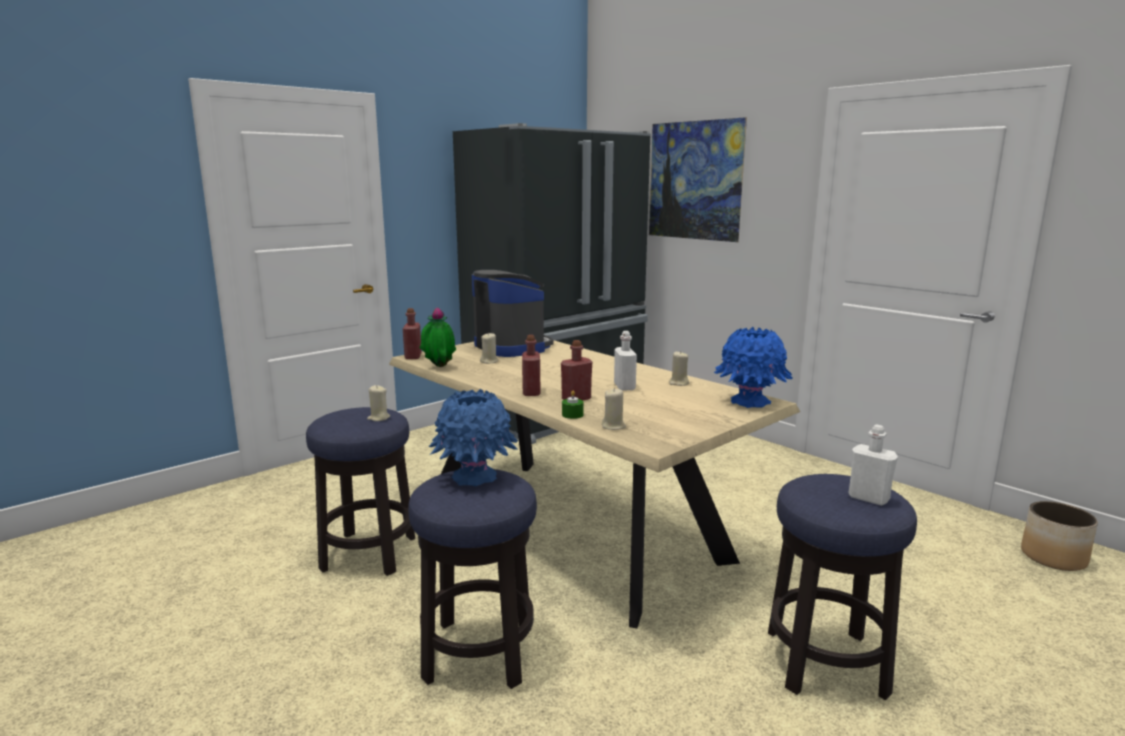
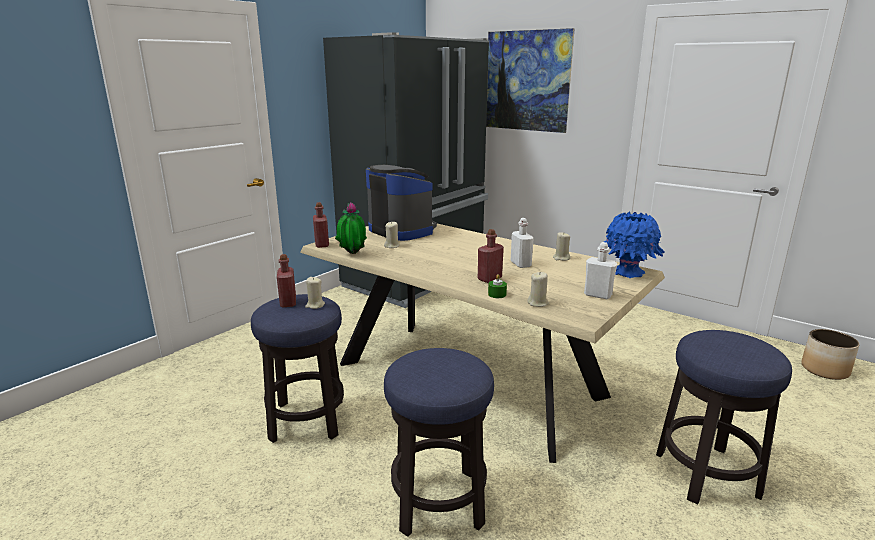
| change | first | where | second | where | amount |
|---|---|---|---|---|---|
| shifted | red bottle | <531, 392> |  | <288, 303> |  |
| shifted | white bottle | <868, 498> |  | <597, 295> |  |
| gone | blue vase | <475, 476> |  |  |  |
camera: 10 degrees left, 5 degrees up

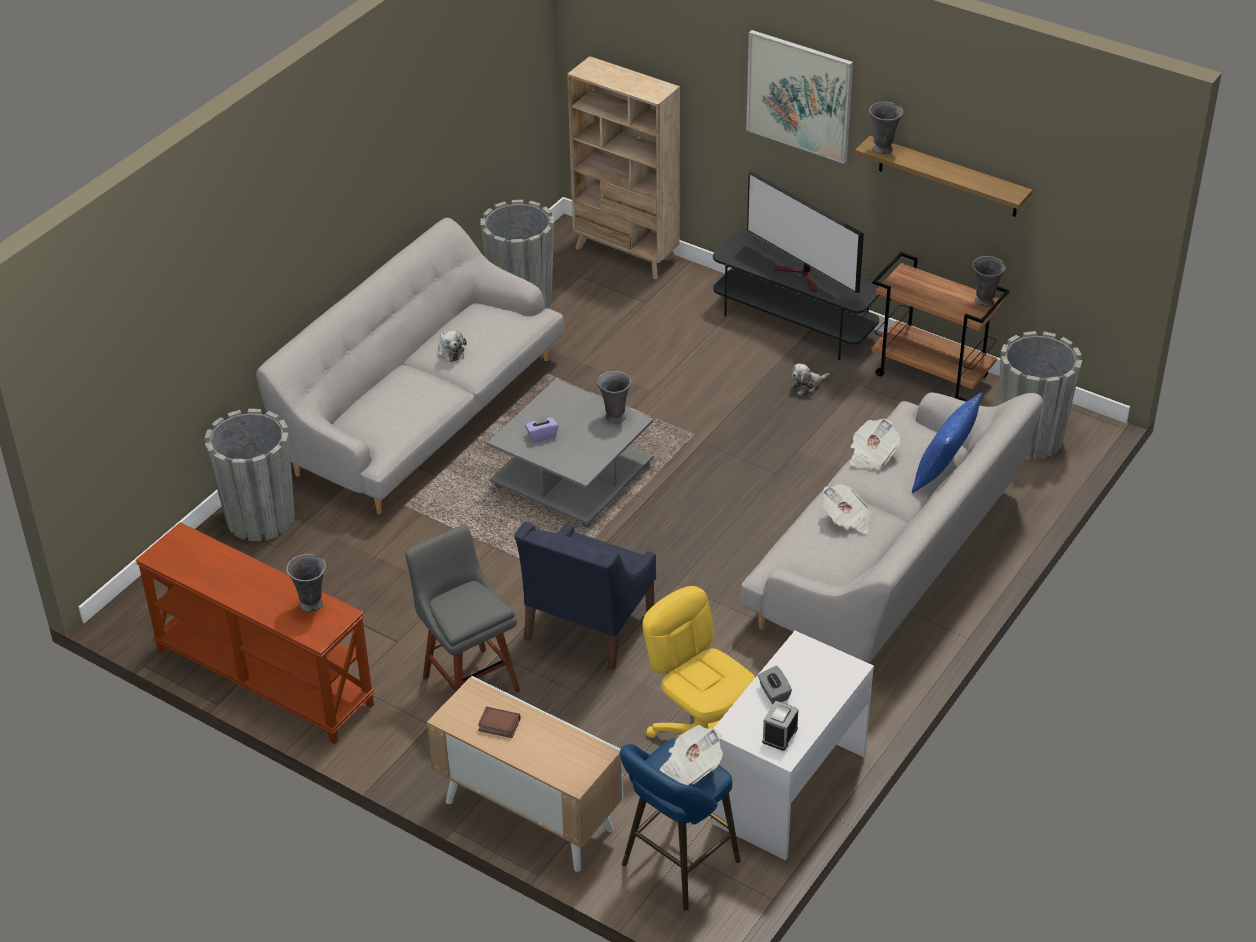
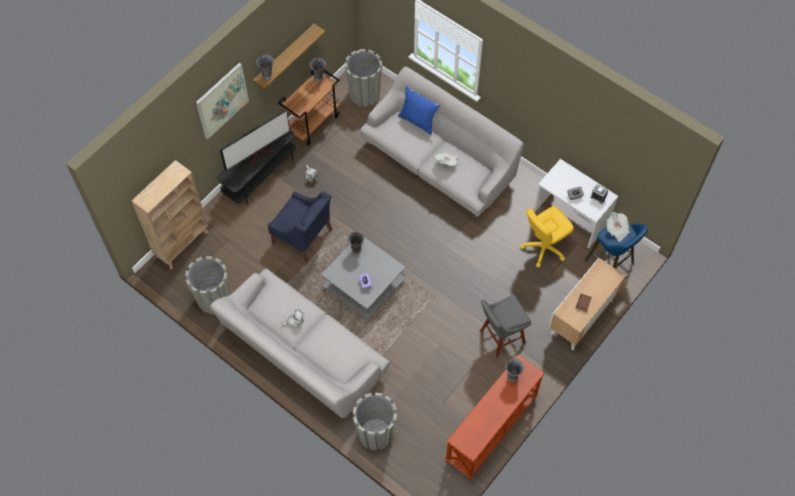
| change | first | where | second | where | amount |
|---|---|---|---|---|---|
| shifted | blue armchair | <588, 625> |  | <303, 236> |  |
| gone | newspaper | <872, 455> |  |  |  |
camera: 85 degrees left, 20 degrees up

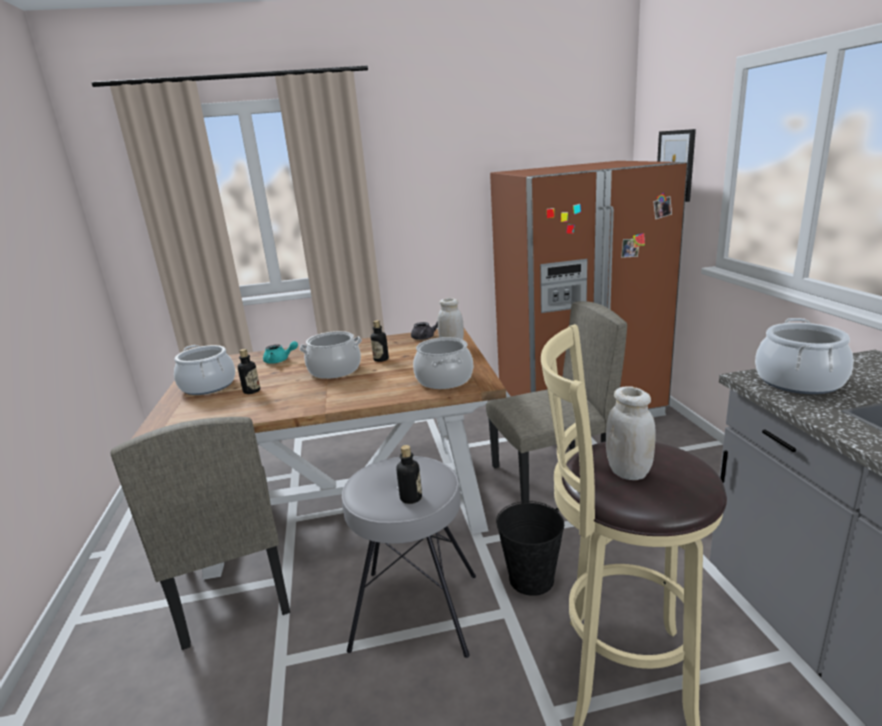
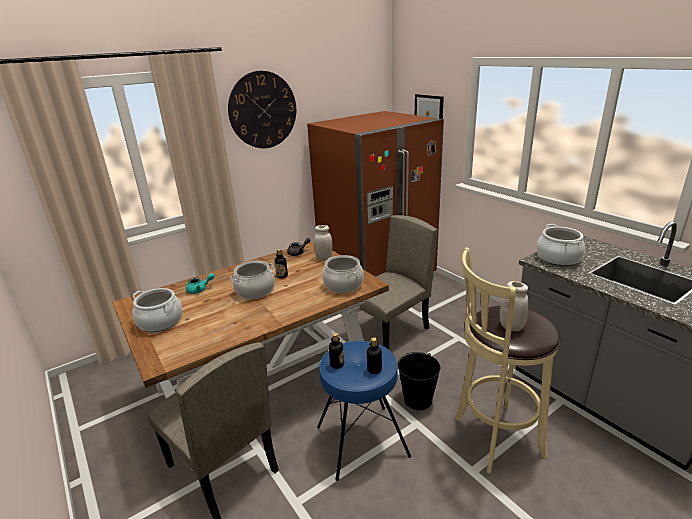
| change | first | where | second | where | amount |
|---|---|---|---|---|---|
| new |  |  | wall clock | <263, 110> |  |
| repainted | grey stool | <415, 610> | blue stool | <361, 440> |  |
| shifted | bottle | <252, 391> |  | <337, 364> |  |
camera: 25 degrees left, 5 degrees up

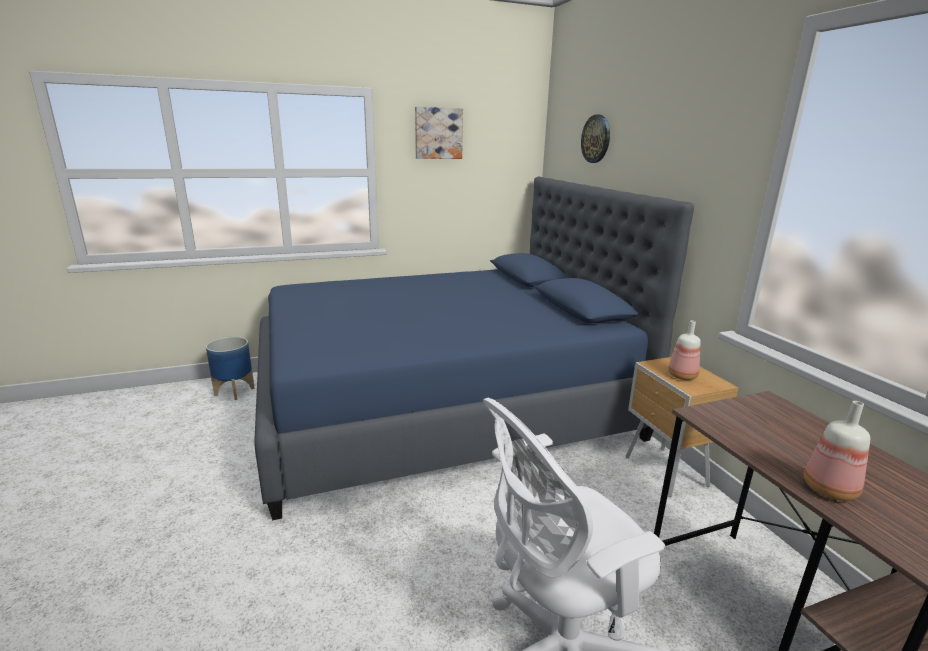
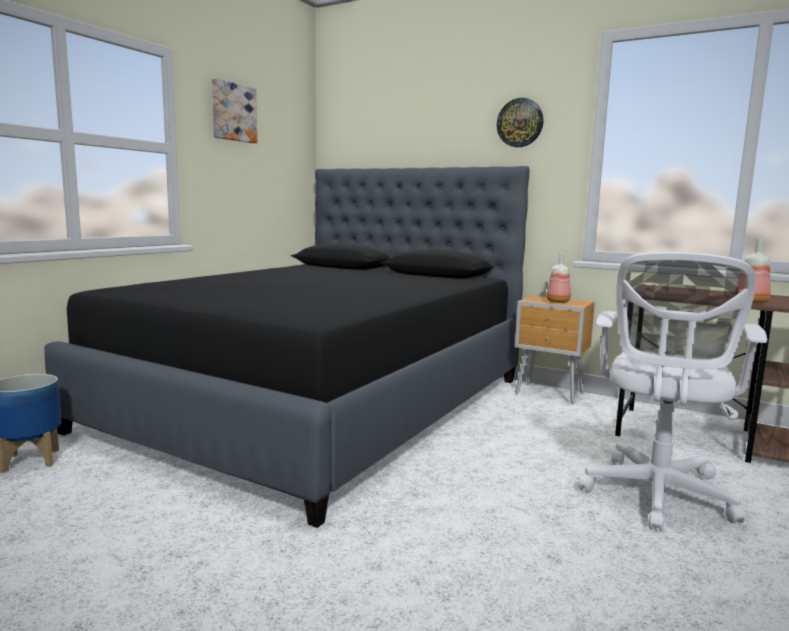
| change | first | where | second | where | amount |
|---|---|---|---|---|---|
| repainted | blue bed | <441, 404> | black bed | <321, 403> |  |
| shifted | wall clock | <596, 139> |  | <520, 123> |  |
camera: 40 degrees left, 10 degrees down

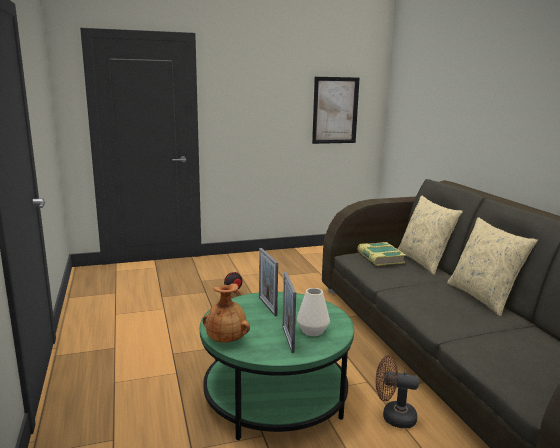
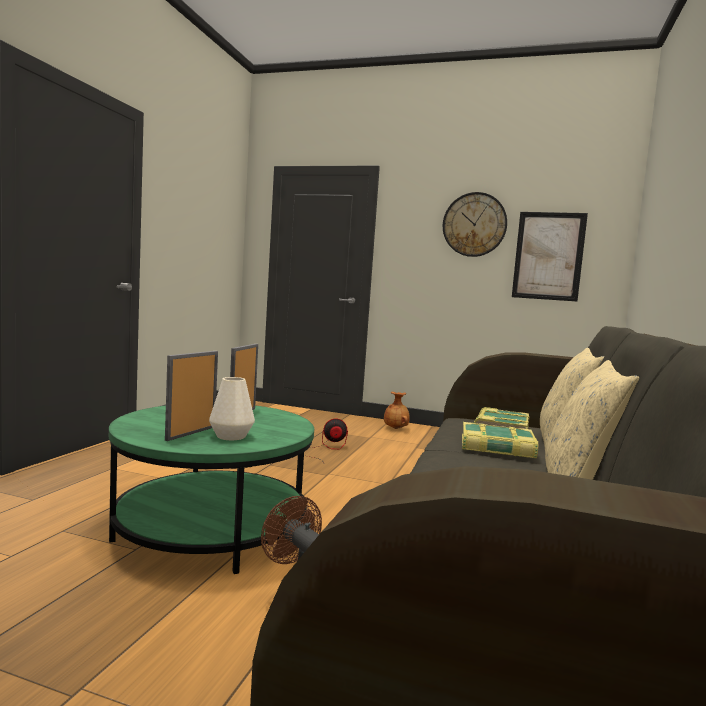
| change | first | where | second | where | amount |
|---|---|---|---|---|---|
| shifted | brown vase | <226, 340> |  | <396, 428> |  |
| new |  |  | wall clock | <474, 224> |  |
| new |  |  | book | <497, 447> |  |
camera: 35 degrees right, 10 degrees down

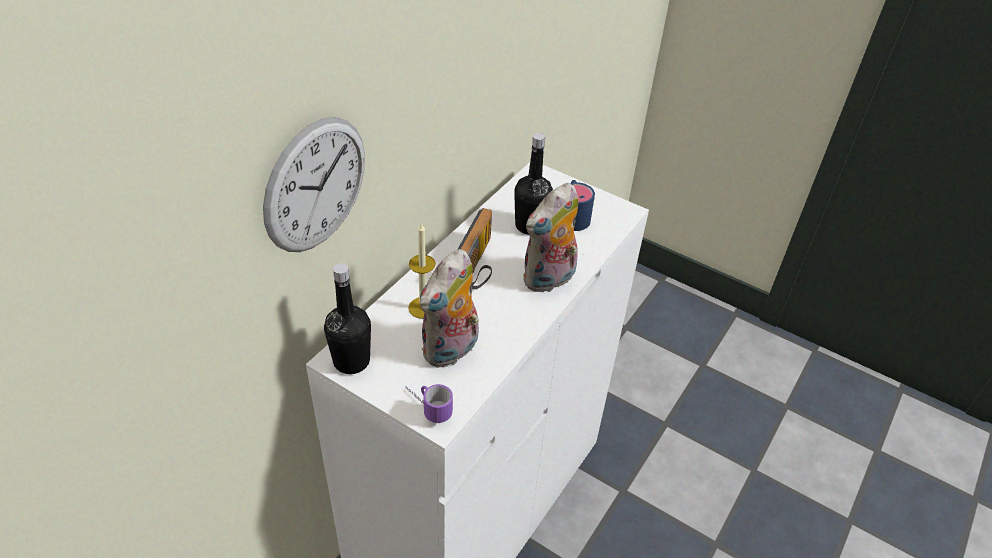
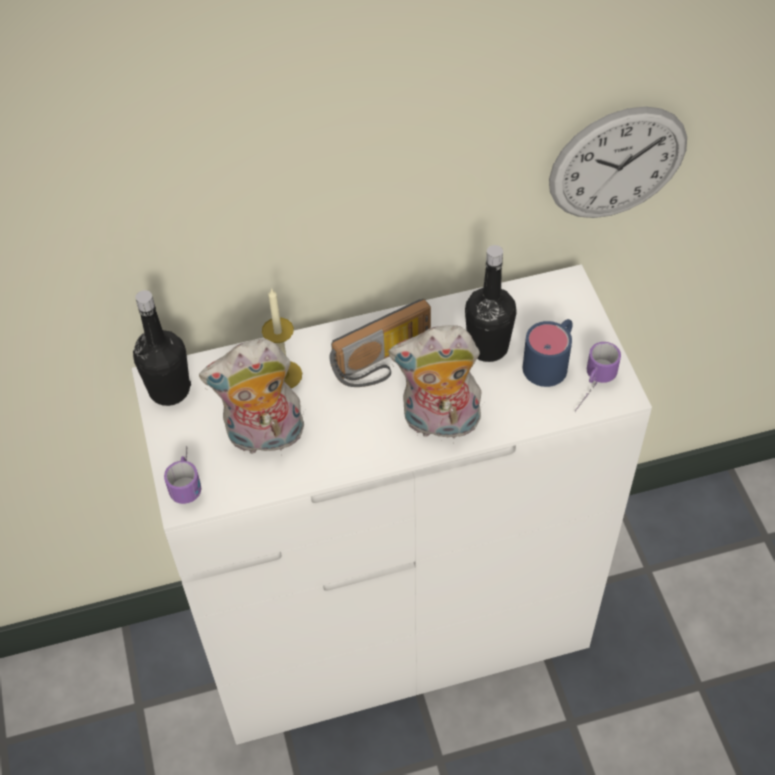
| change | first | where | second | where | amount |
|---|---|---|---|---|---|
| shifted | wall clock | <316, 185> |  | <617, 163> |  |
| new |  |  | mug | <591, 389> |  |
camera: 45 degrees right, 10 degrees up

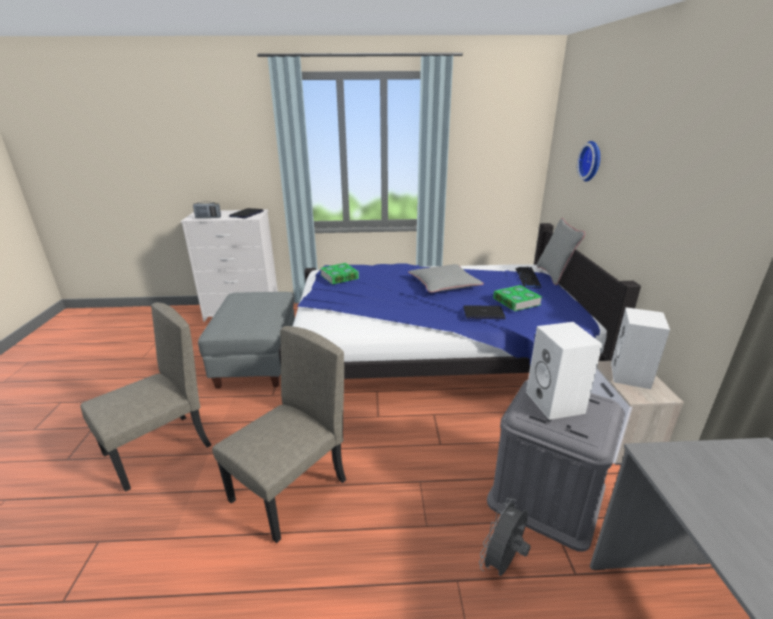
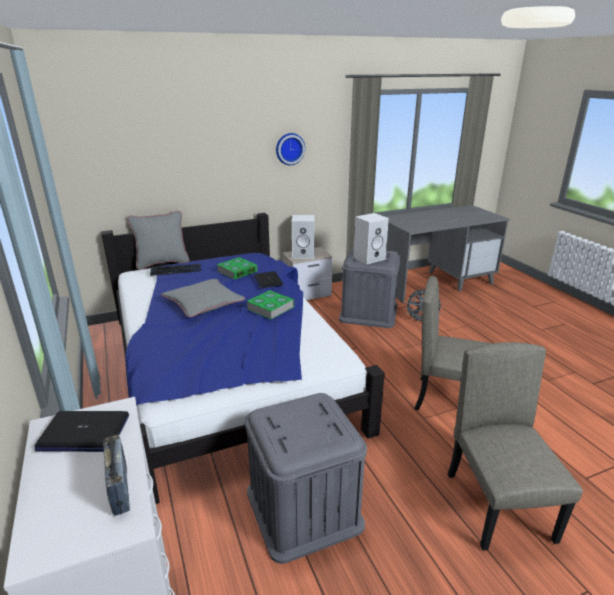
| change | first | where | second | where | amount |
|---|---|---|---|---|---|
| swapped | grey ottoman | <258, 360> | grey storage box | <303, 508> |  |
| shifted | book | <339, 277> |  | <270, 308> |  |
| shifted | wall clock | <592, 161> |  | <289, 148> |  |
| rotated | beige chair | <158, 450> |  | <499, 506> | 60 degrees clockwise |
camera: 110 degrees left, 0 degrees up

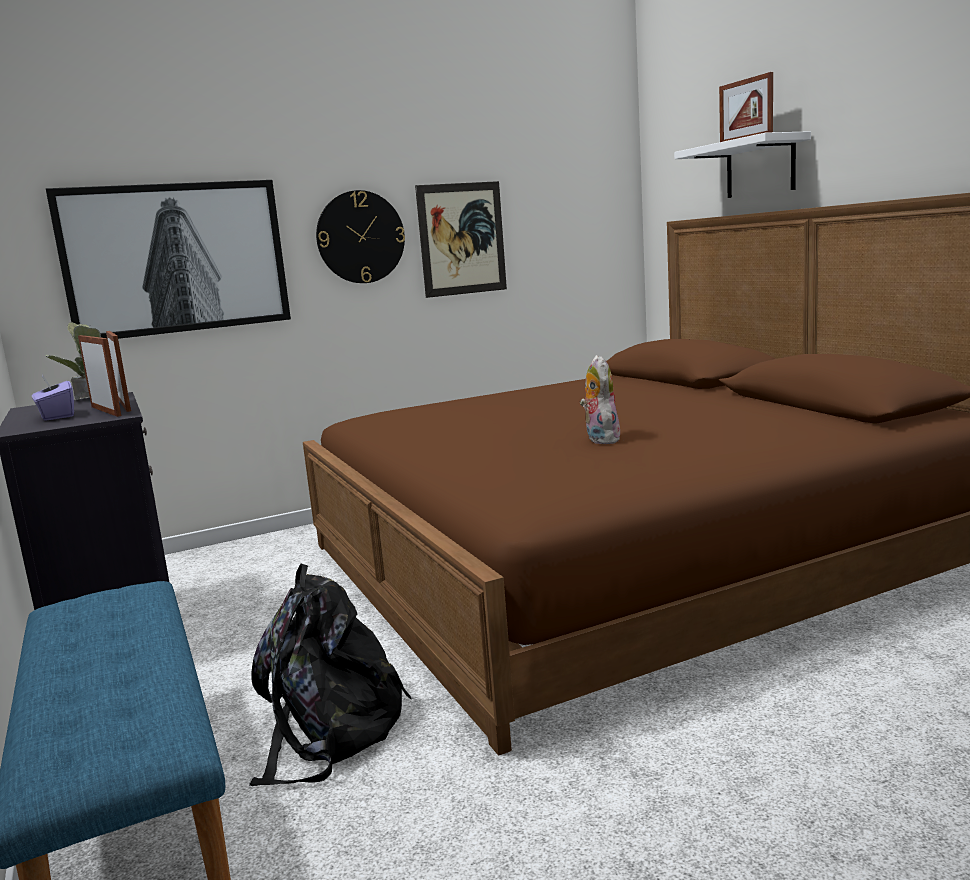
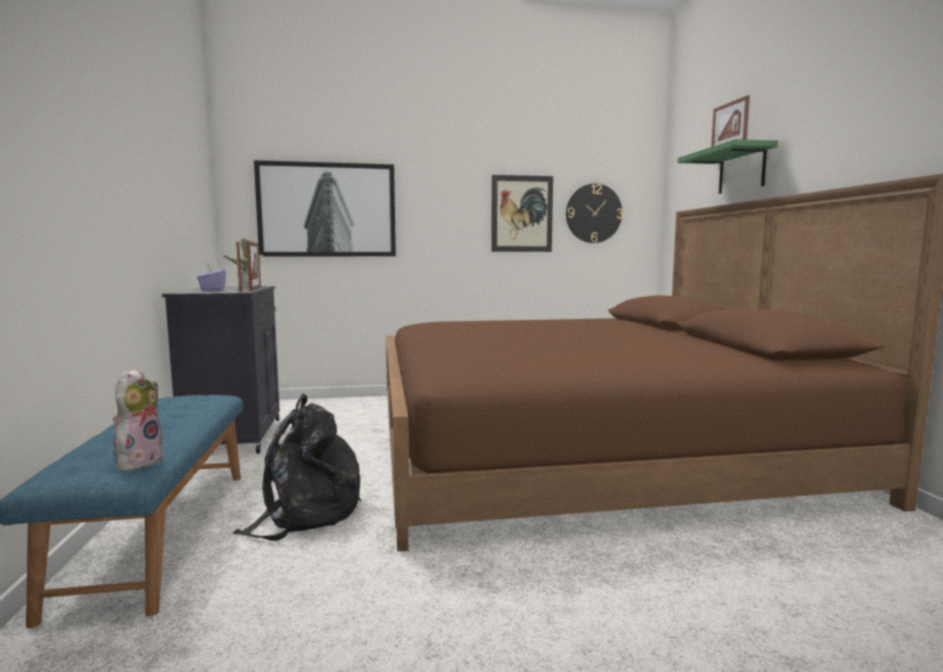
| change | first | where | second | where | amount |
|---|---|---|---|---|---|
| shifted | plush toy | <600, 439> |  | <138, 461> |  |
| shifted | wall clock | <360, 237> |  | <593, 213> |  |
| repainted | white shelf | <760, 167> | green shelf | <742, 170> |  |
camera: 15 degrees right, 5 degrees down

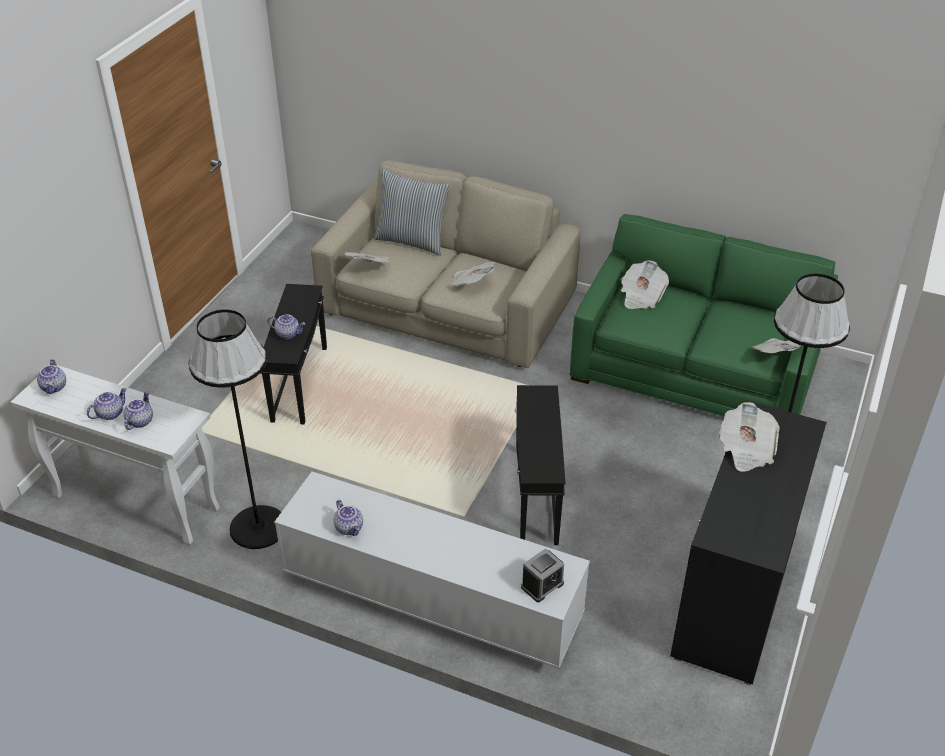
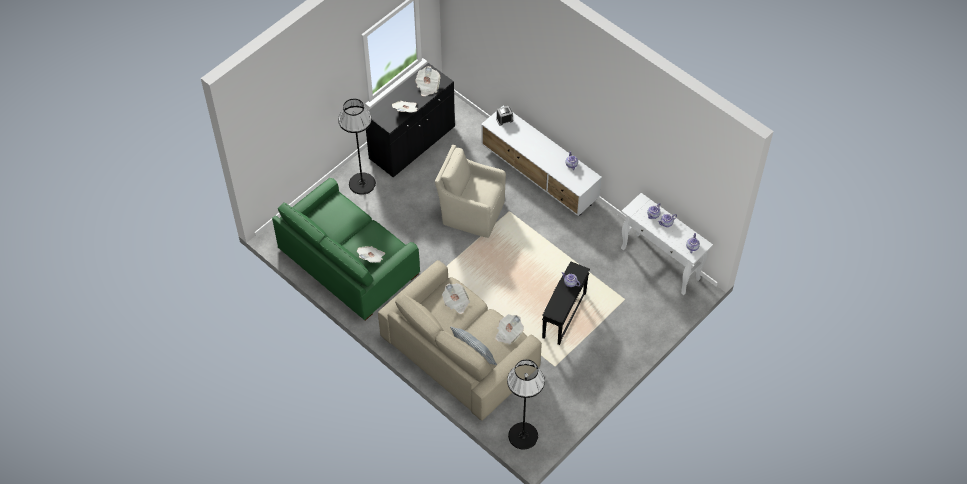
| change | first | where | second | where | amount |
|---|---|---|---|---|---|
| shifted | newspaper | <776, 355> |  | <427, 86> |  |
| swapped | black side table | <535, 495> | beige armchair | <471, 212> |  |
| shifted | black floor lamp | <258, 526> |  | <523, 436> |  |
camera: 160 degrees left, 15 degrees up

